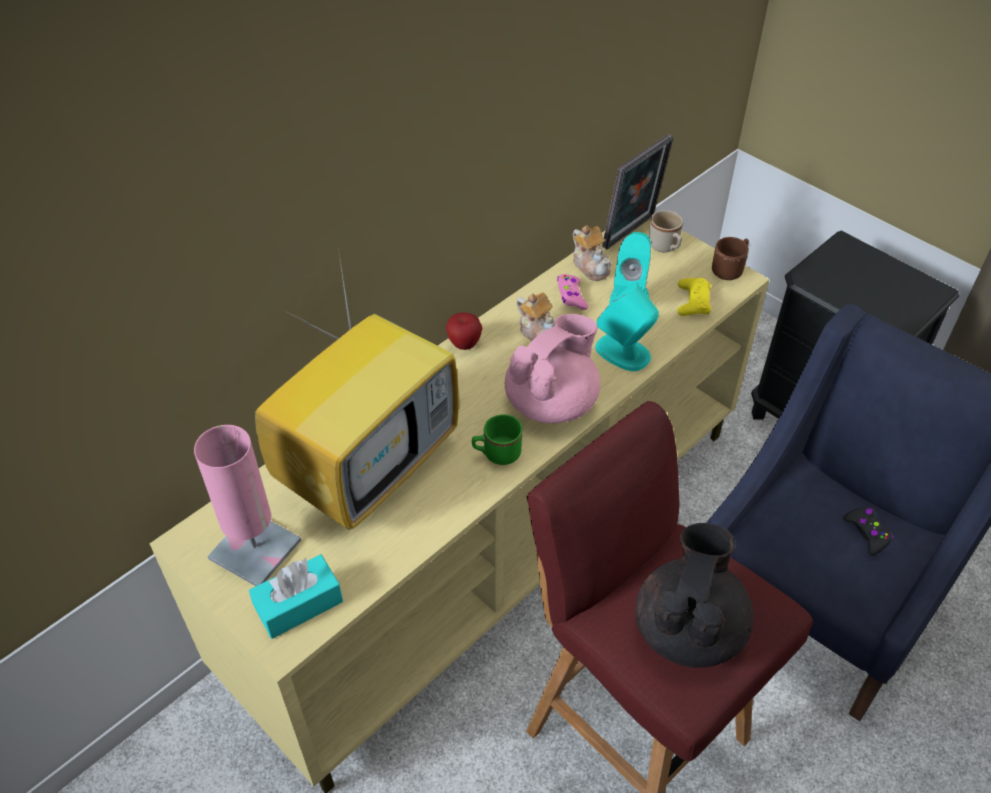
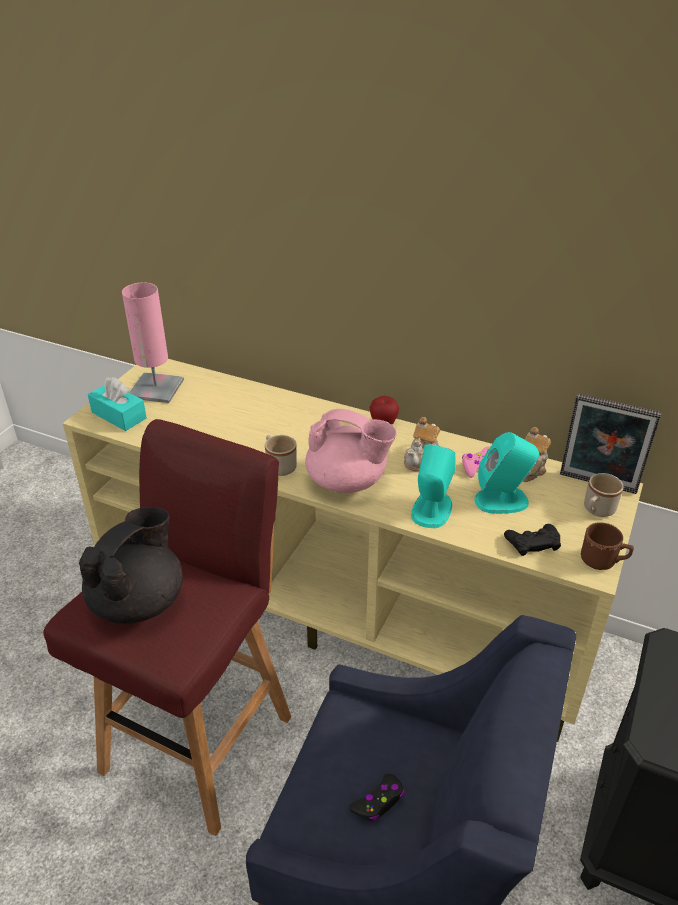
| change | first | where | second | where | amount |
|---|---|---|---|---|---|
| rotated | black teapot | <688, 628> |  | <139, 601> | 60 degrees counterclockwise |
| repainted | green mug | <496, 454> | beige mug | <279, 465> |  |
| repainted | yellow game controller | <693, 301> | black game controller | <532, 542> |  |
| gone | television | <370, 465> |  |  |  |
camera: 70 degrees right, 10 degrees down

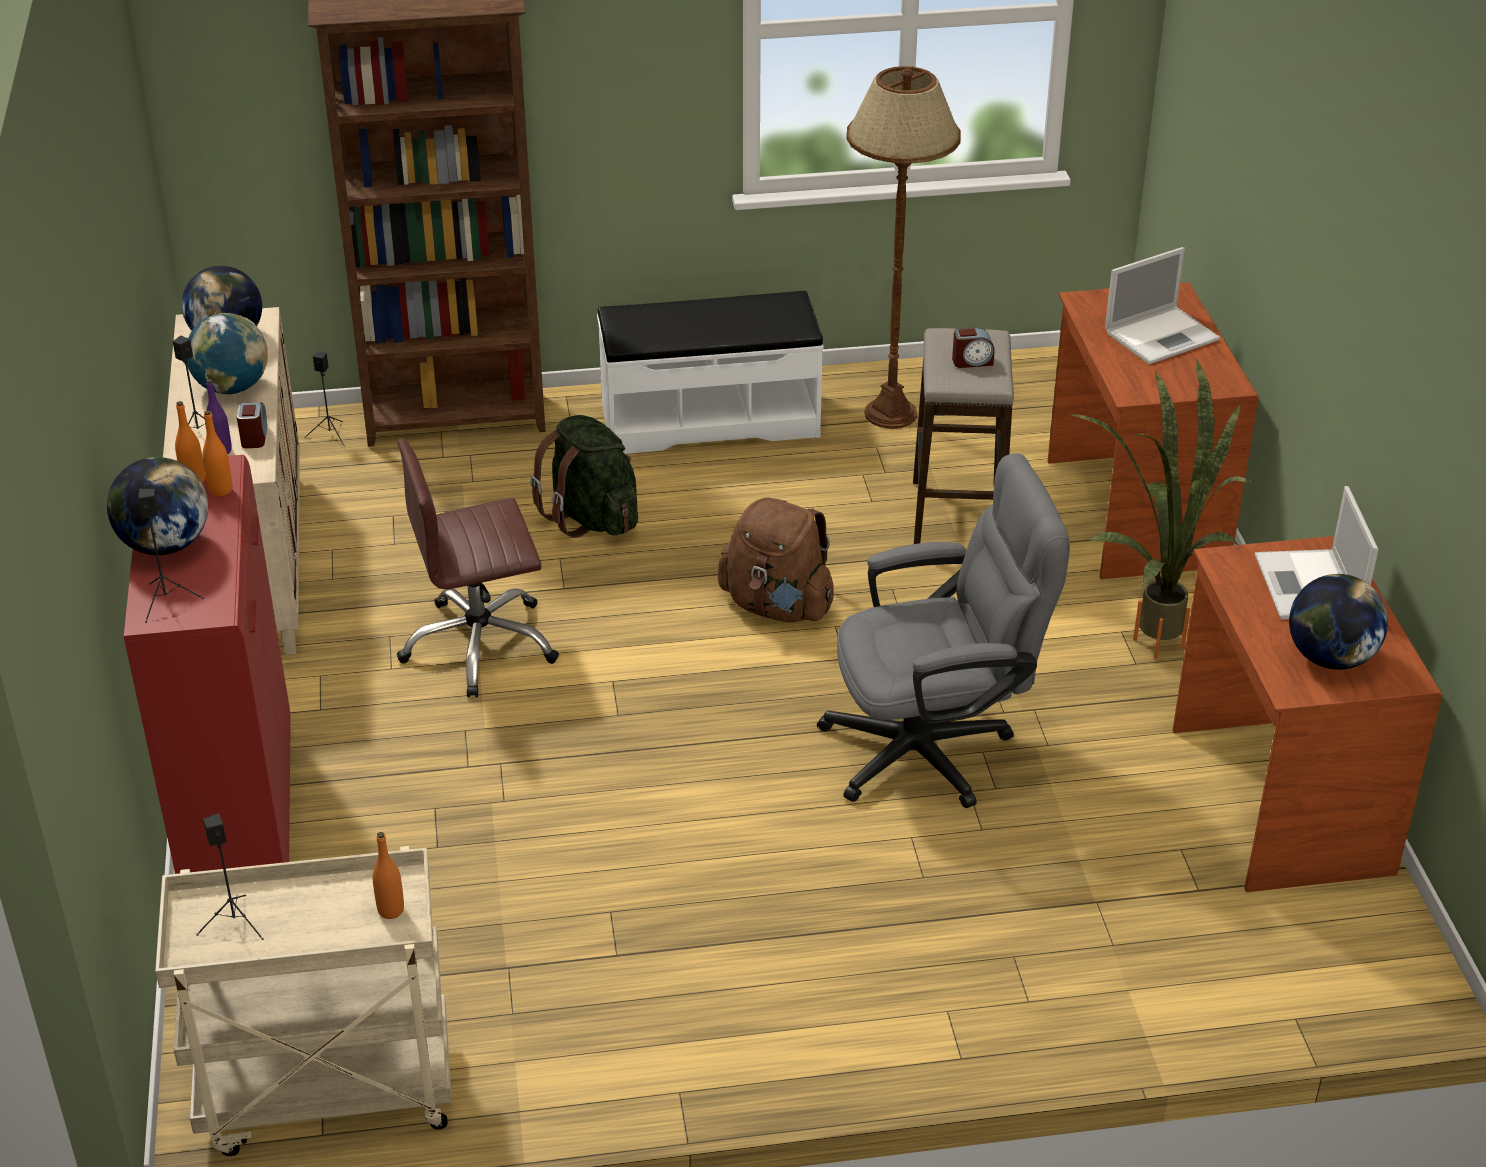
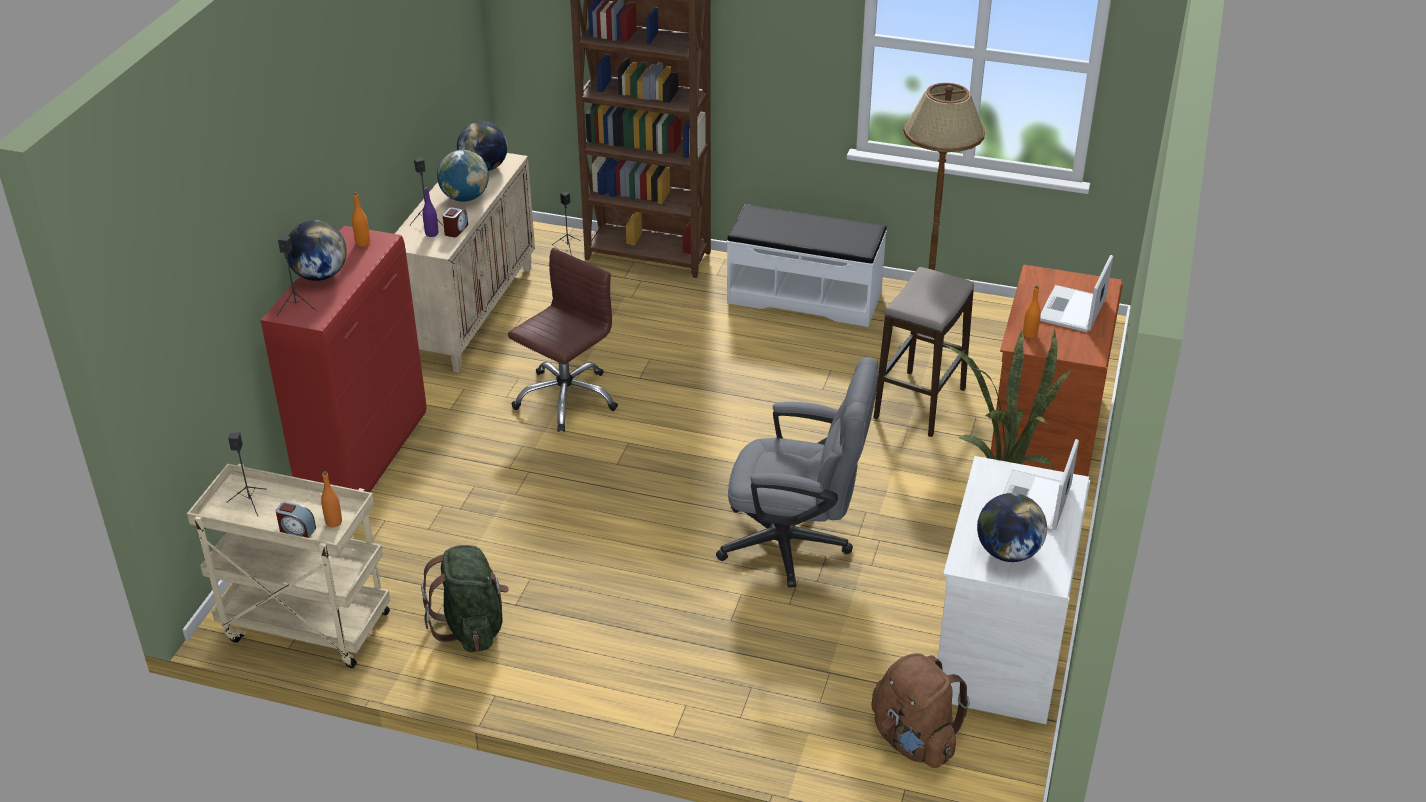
| change | first | where | second | where | amount |
|---|---|---|---|---|---|
| shifted | alarm clock | <972, 361> |  | <297, 530> |  |
| shifted | green backpack | <592, 518> |  | <472, 626> |  |
| rotated | brown office chair | <480, 645> |  | <565, 398> | 120 degrees clockwise |
| shifted | brown backpack | <777, 606> |  | <914, 740> |  |
| repainted | brown desk | <1277, 800> | white desk | <1000, 649> |  |
| shifted | orange bottle | <221, 490> |  | <1029, 334> |  |
| rotated | laptop | <1163, 335> |  | <1072, 310> | 120 degrees clockwise |
camera: 25 degrees right, 0 degrees up

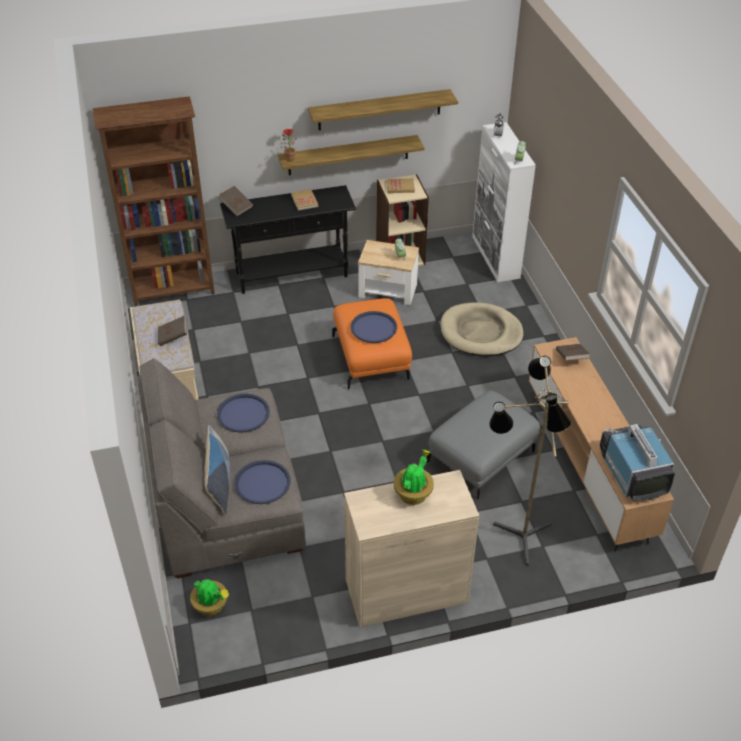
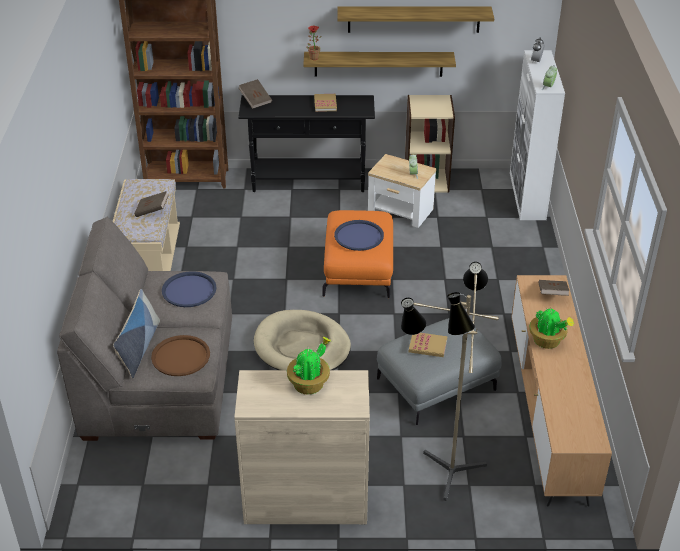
| change | first | where | second | where | amount |
|---|---|---|---|---|---|
| repainted | blue tray | <262, 483> | brown tray | <181, 356> |  |
| shifted | beige dog bed | <481, 333> |  | <302, 347> |  |
| shifted | book | <400, 187> |  | <427, 346> |  |
| shifted | potted plant | <211, 606> |  | <547, 341> |  |
| gone | television | <632, 472> |  |  |  |
camera: 15 degrees right, 5 degrees down

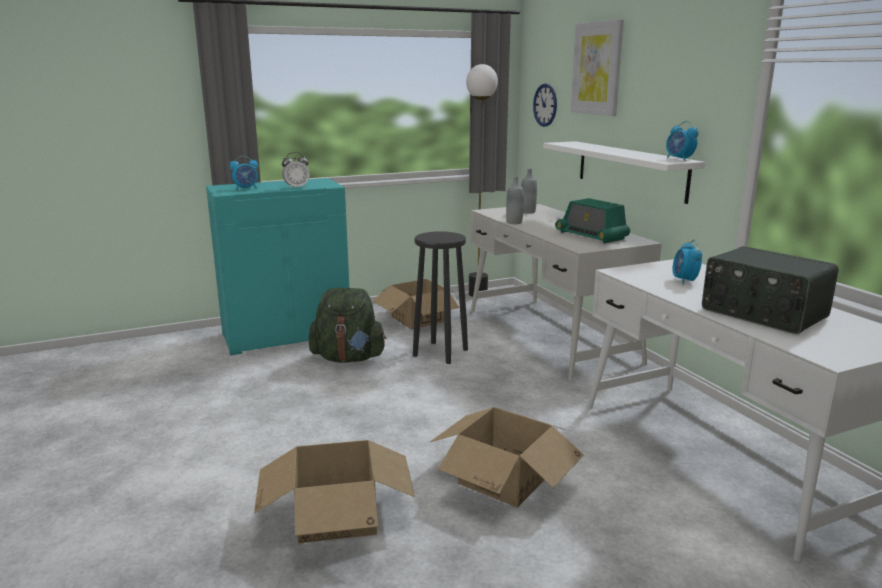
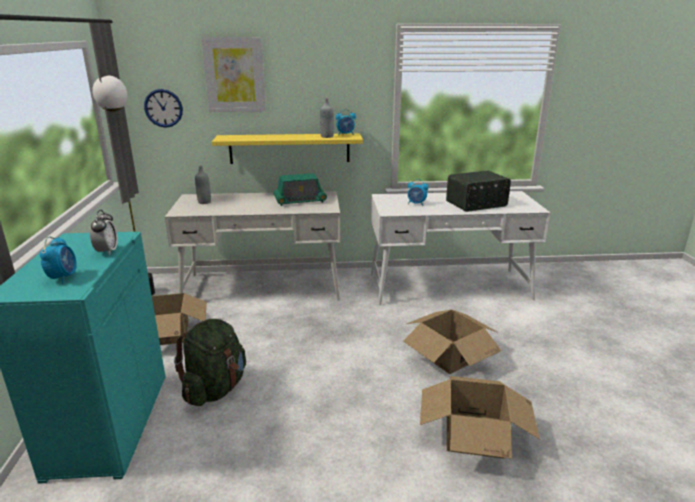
| change | first | where | second | where | amount |
|---|---|---|---|---|---|
| repainted | white shelf | <630, 170> | yellow shelf | <289, 148> |  |
| shifted | grey bottle | <514, 222> |  | <327, 136> |  |
| gone | black stool | <439, 352> |  |  |  |
camera: 70 degrees left, 5 degrees up

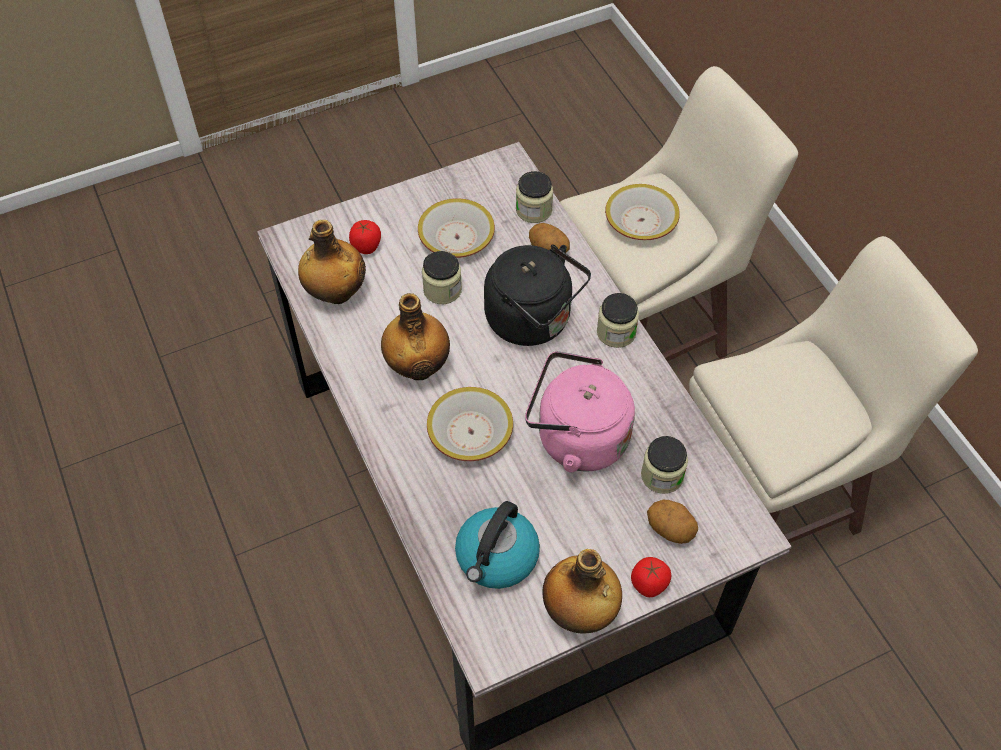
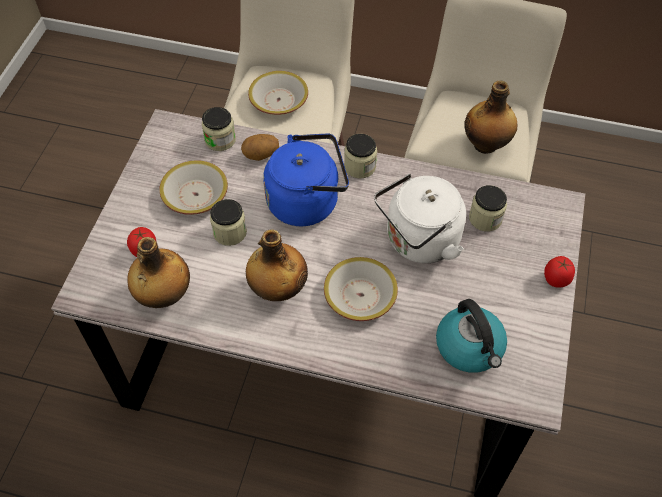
| change | first | where | second | where | amount |
|---|---|---|---|---|---|
| repainted | black kettle | <533, 320> | blue kettle | <307, 201> |  |
| repainted | pink kettle | <576, 438> | white kettle | <418, 242> |  |
| shifted | bottle | <579, 612> |  | <486, 145> |  |
| gone | potato | <670, 529> |  |  |  |
camera: 50 degrees left, 0 degrees up

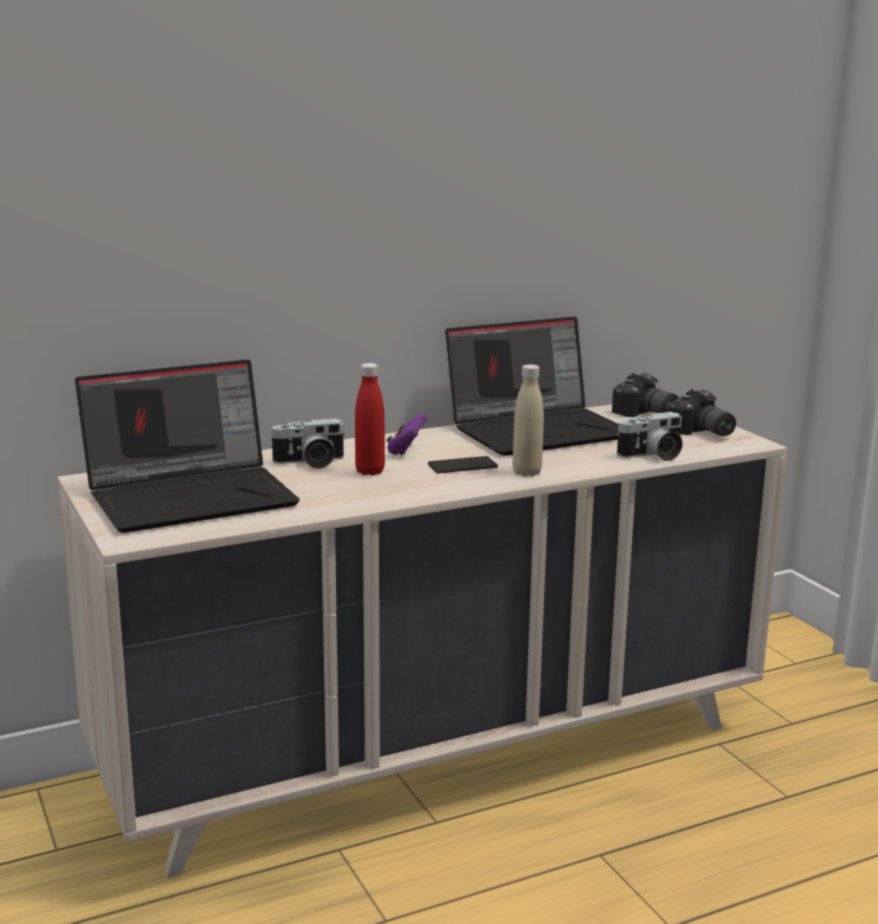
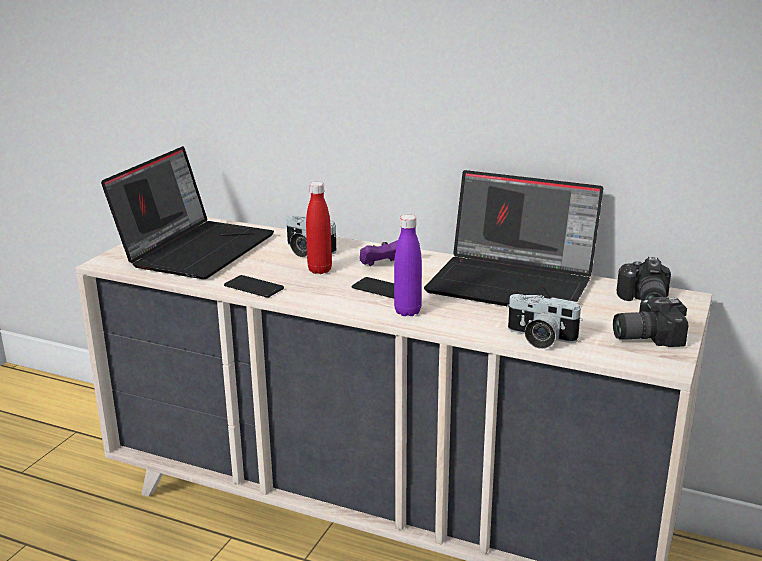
| change | first | where | second | where | amount |
|---|---|---|---|---|---|
| rotated | laptop | <193, 496> |  | <196, 249> | 90 degrees counterclockwise |
| new |  |  | phone | <253, 287> |  |
| repainted | beige bottle | <527, 472> | purple bottle | <407, 312> |  |
| rotated | photo camera | <701, 432> |  | <644, 336> | 60 degrees clockwise |
camera: 50 degrees right, 5 degrees up

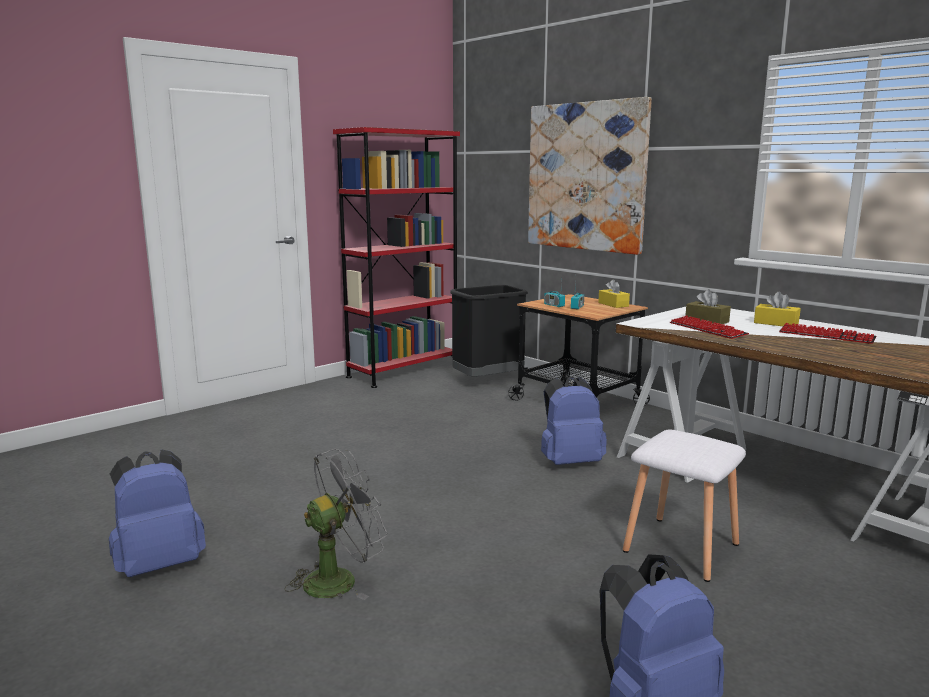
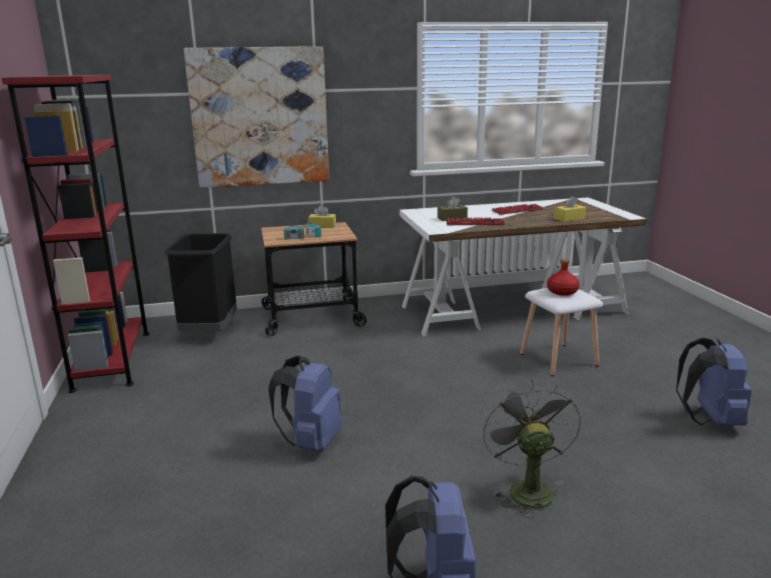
| change | first | where | second | where | amount |
|---|---|---|---|---|---|
| shifted | blue backpack | <569, 462> |  | <311, 442> |  |
| new |  |  | red bottle | <562, 292> |  |
| shifted | yellow tissue box | <776, 323> |  | <569, 218> |  |
camera: 60 degrees left, 5 degrees up

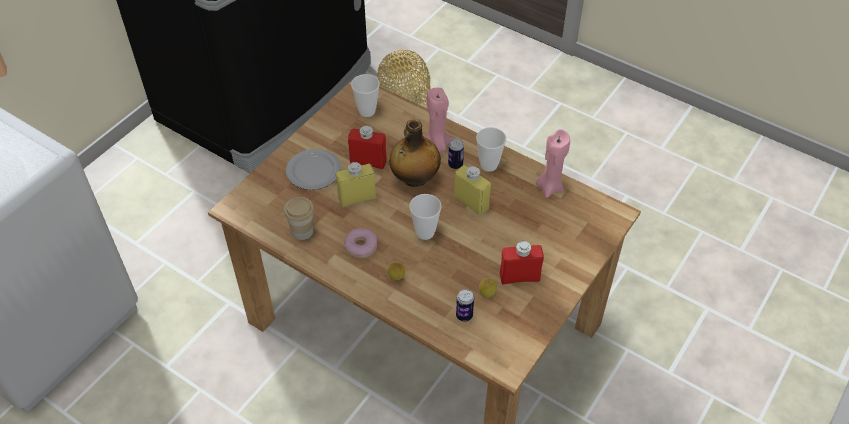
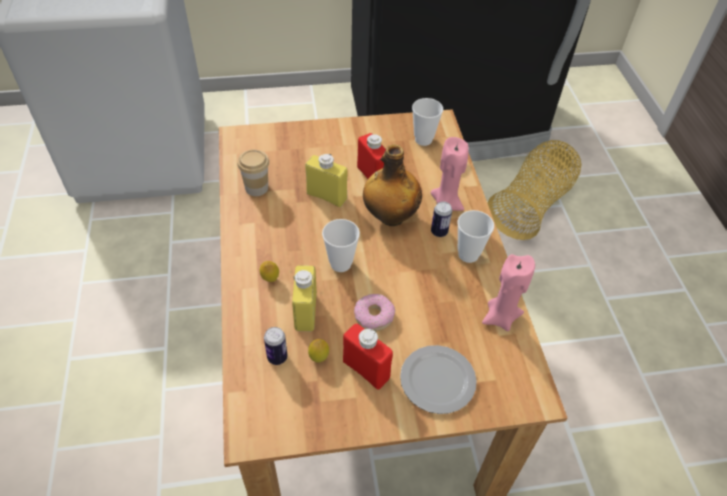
| change | first | where | second | where | amount |
|---|---|---|---|---|---|
| shifted | yellow bottle | <471, 203> |  | <305, 312> |  |
| shifted | donut | <361, 246> |  | <374, 316> |  |
| shifted | plate | <314, 170> |  | <439, 381> |  |
camera: 45 degrees right, 0 degrees up

